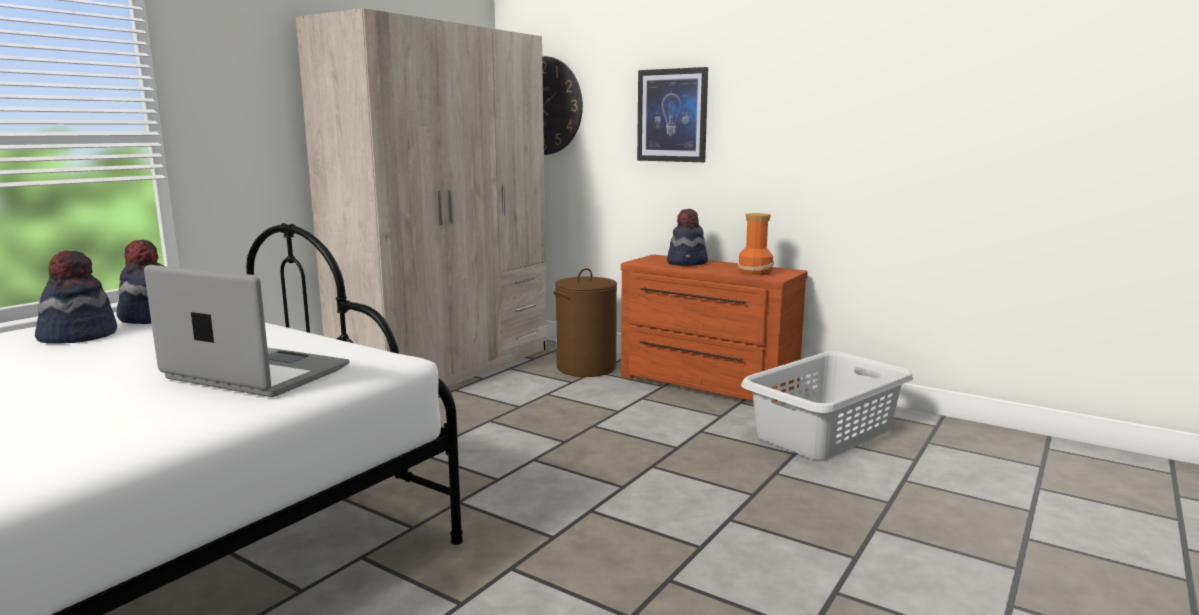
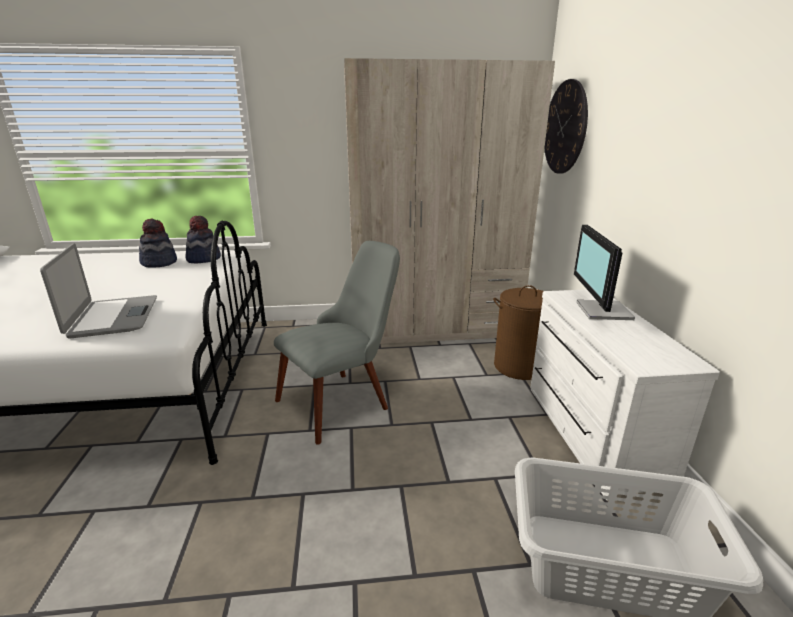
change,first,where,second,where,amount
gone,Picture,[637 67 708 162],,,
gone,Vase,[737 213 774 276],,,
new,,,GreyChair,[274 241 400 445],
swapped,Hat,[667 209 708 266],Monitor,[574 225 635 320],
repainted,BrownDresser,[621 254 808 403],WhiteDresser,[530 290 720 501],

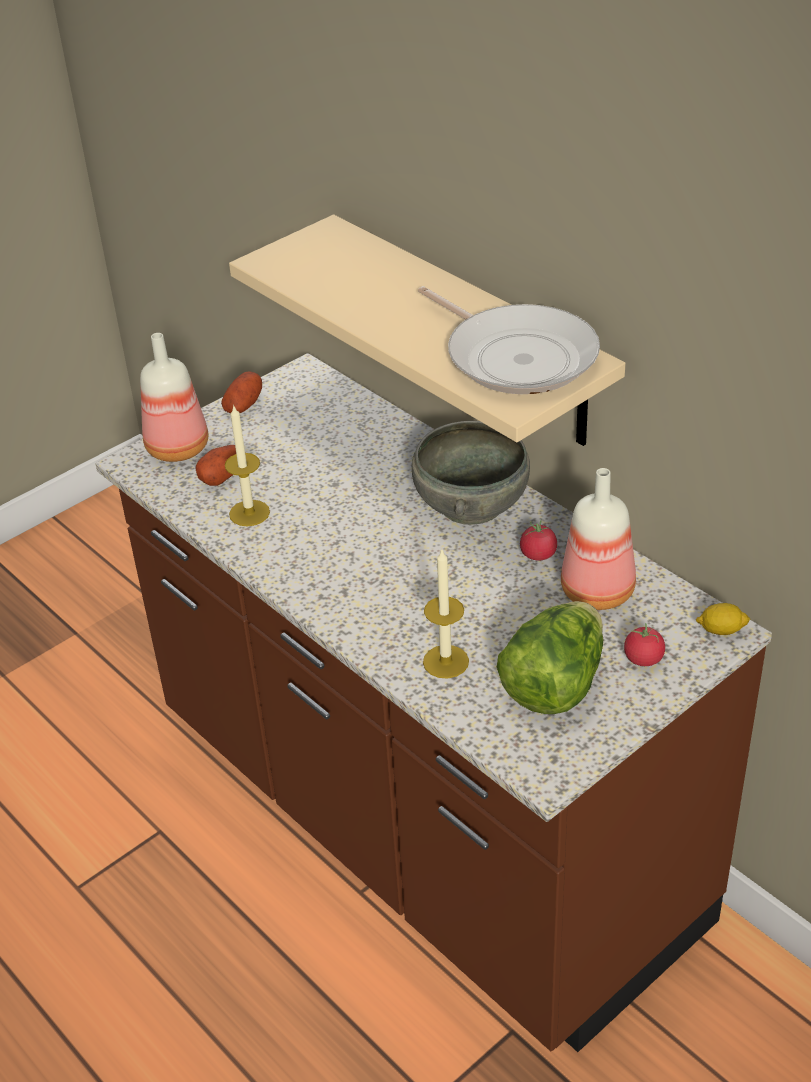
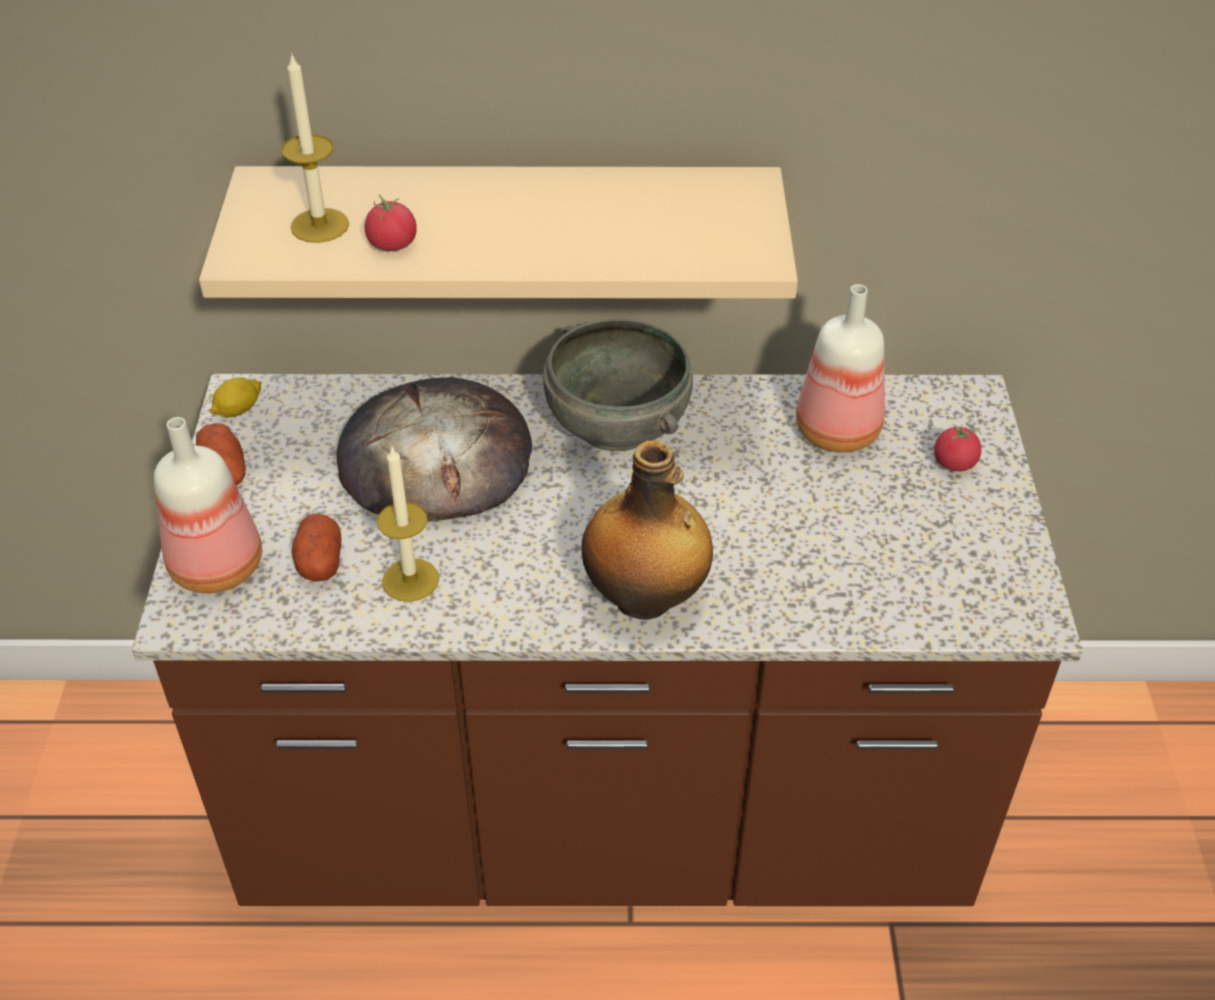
change,first,where,second,where,amount
gone,FryingPan,[418 286 600 394],,,
gone,Lettuce,[497 601 603 714],,,
new,,,Bread,[337 377 532 521],
new,,,Bottle,[581 440 713 620],
shifted,Candle,[423 548 469 679],,[281 52 349 243],
shifted,Tomato,[520 519 557 561],,[365 195 417 251],
shifted,Lemon,[696 603 750 635],,[210 377 261 418],

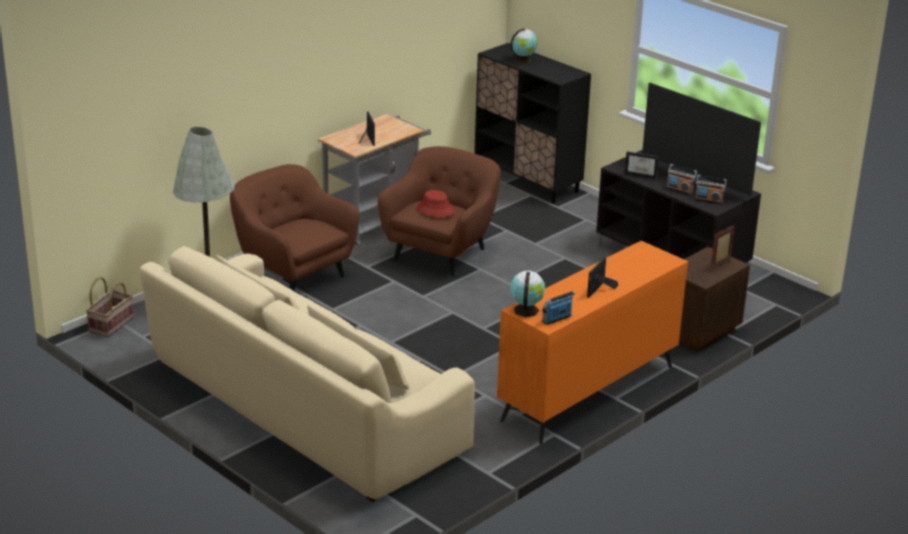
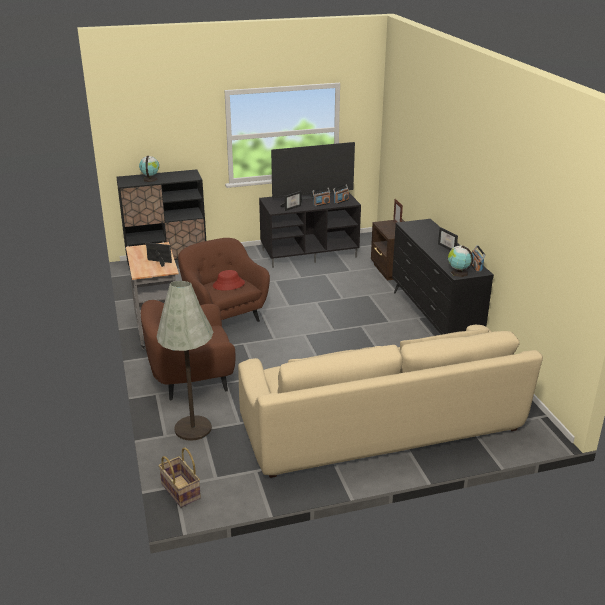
change,first,where,second,where,amount
repainted,OrangeDresser,[497 241 688 445],BlackDresser,[392 219 494 335],

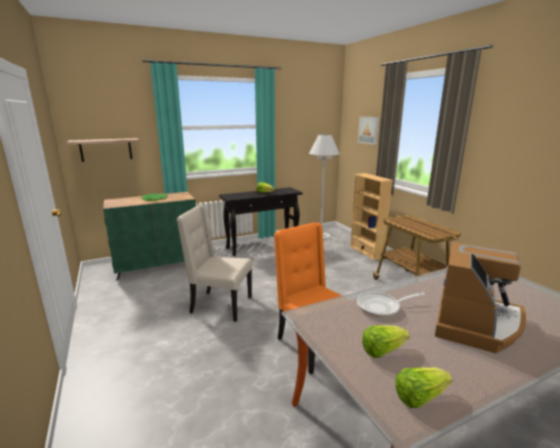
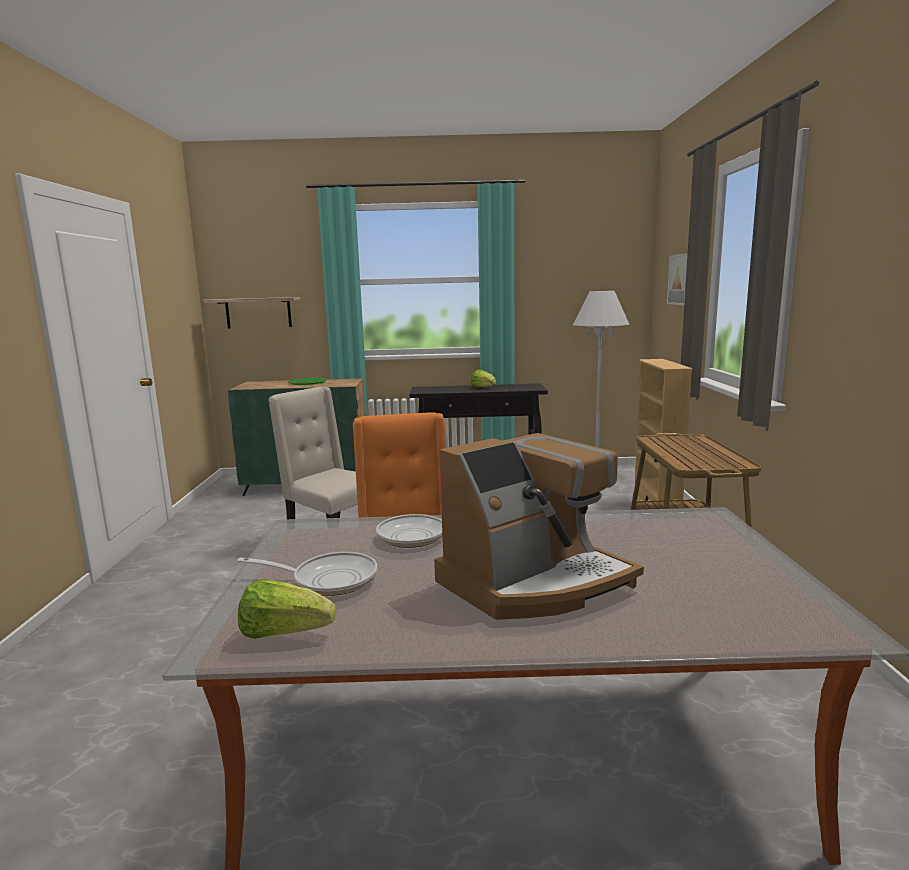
change,first,where,second,where,amount
swapped,Lettuce,[362 325 410 358],FryingPan,[237 552 378 596],

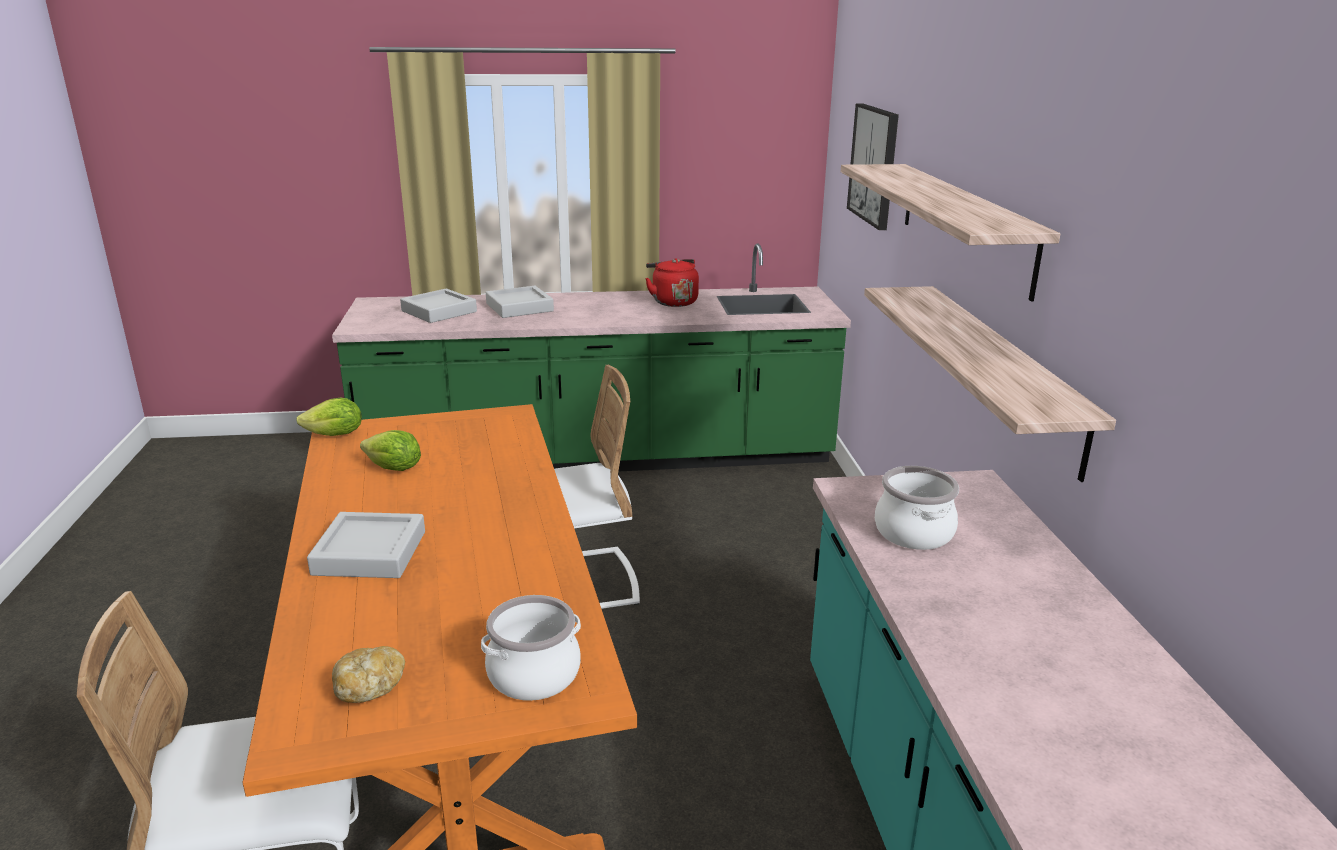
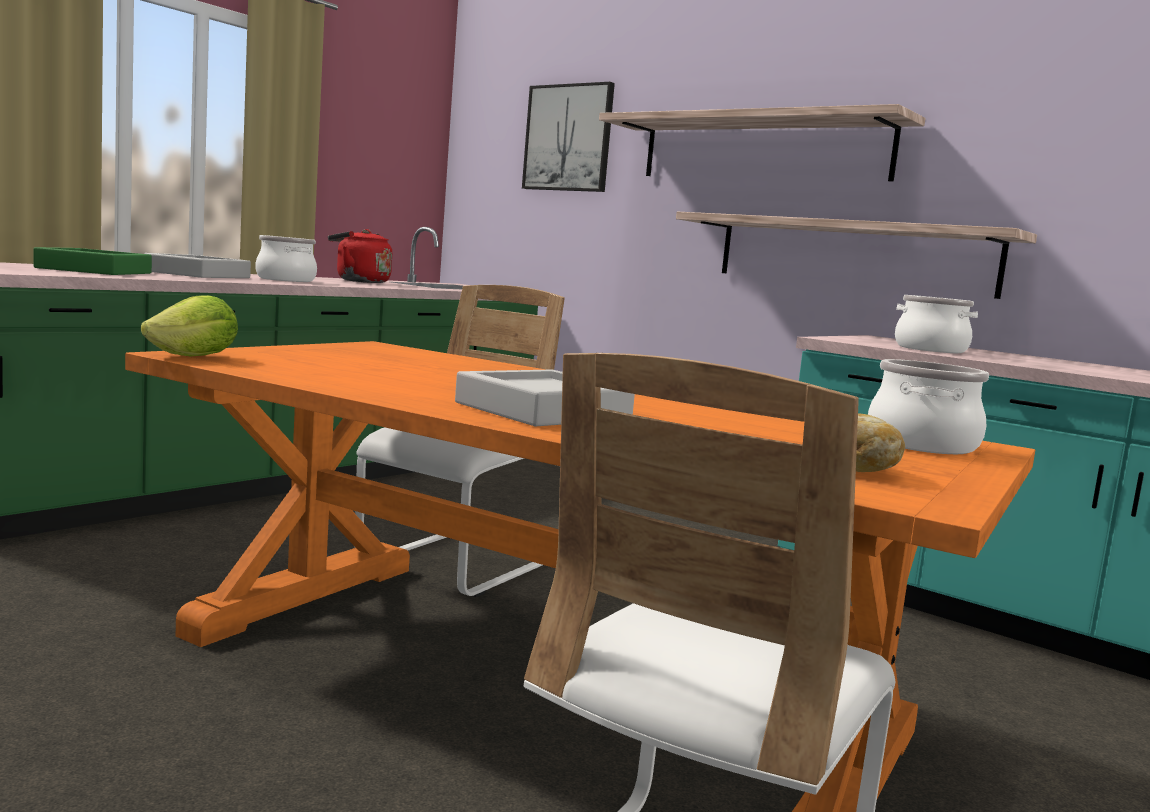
change,first,where,second,where,amount
gone,Lettuce,[360 430 421 471],,,
new,,,CookingPot,[255 235 317 282],
repainted,GreyTray,[400 289 477 323],GreenTray,[34 247 152 275],

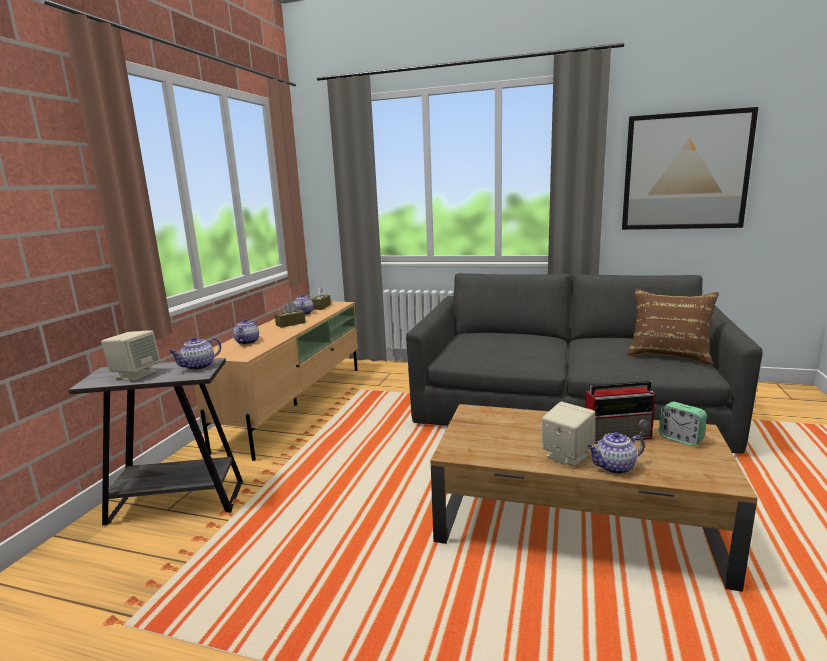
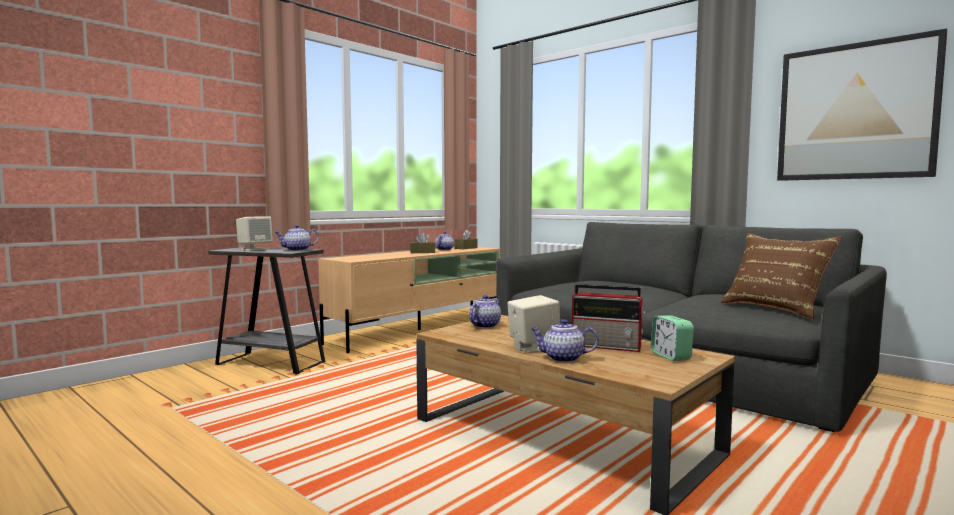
change,first,where,second,where,amount
shifted,Teapot,[233 319 259 345],,[469 295 501 328],

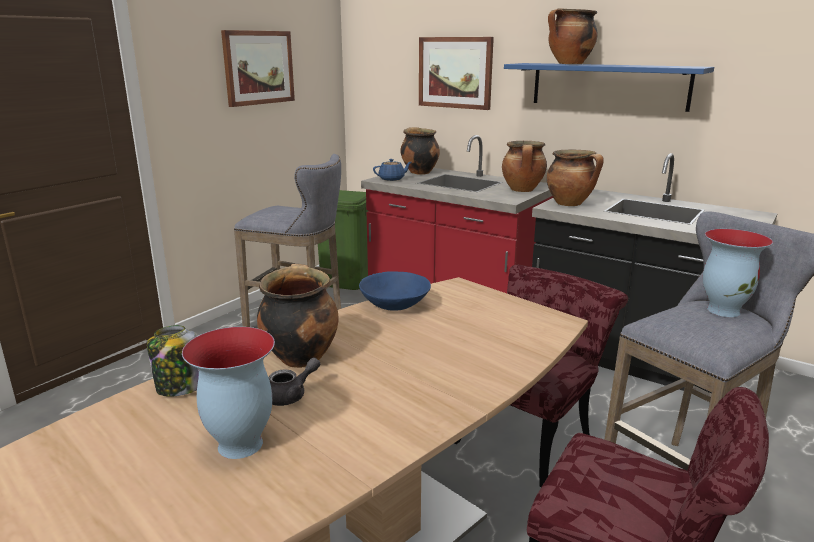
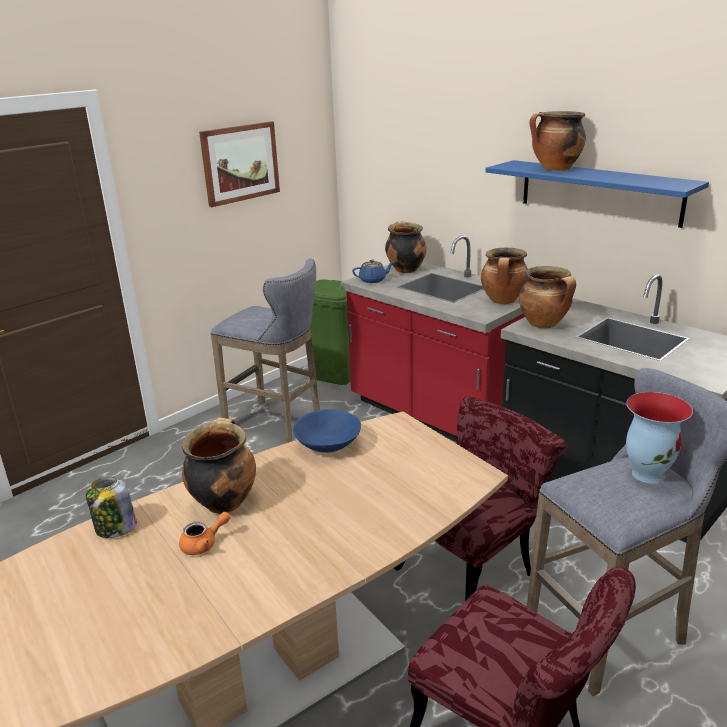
change,first,where,second,where,amount
gone,Vase,[182 327 275 459],,,
gone,Picture,[419 37 494 110],,,
repainted,GreyTeapot,[269 357 320 406],OrangeTeapot,[179 512 230 555],

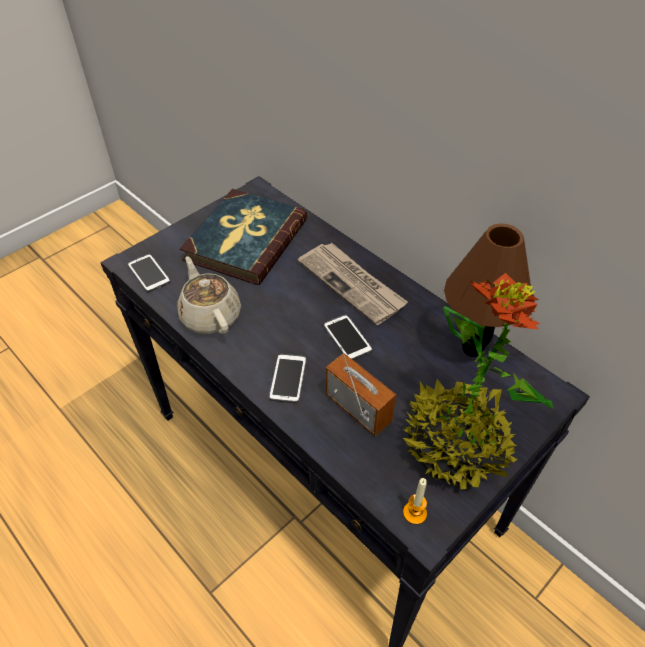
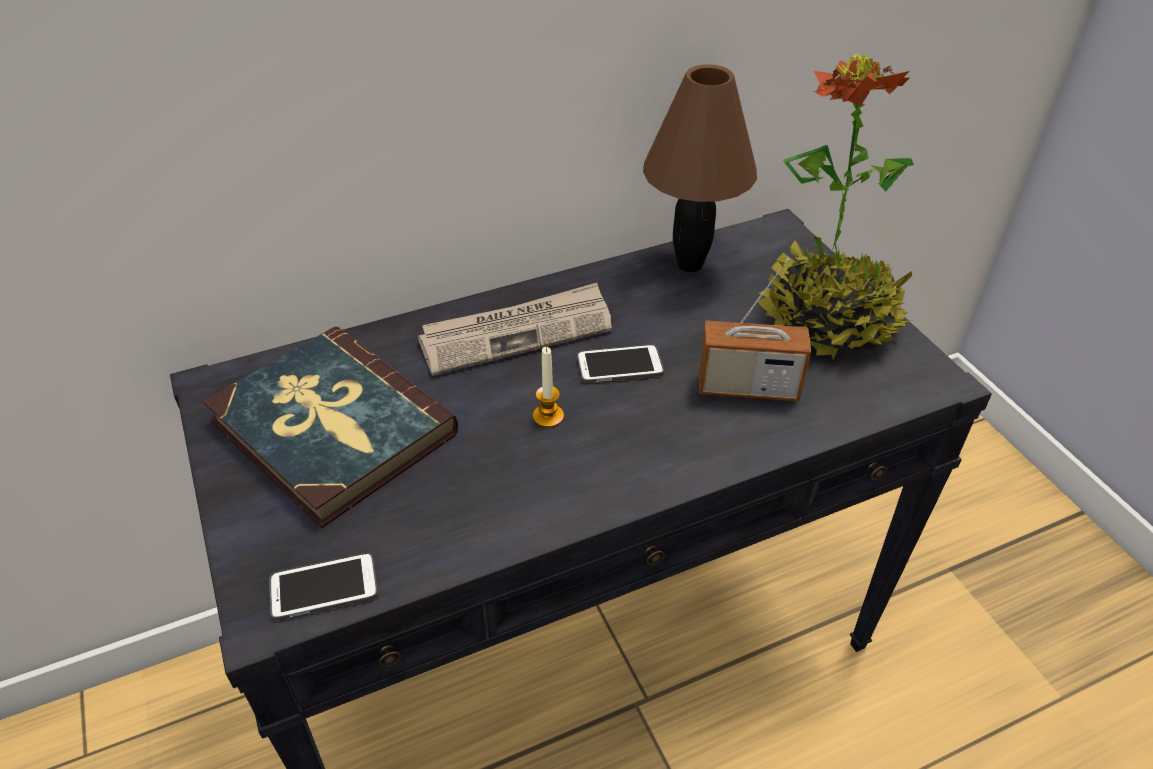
change,first,where,second,where,amount
gone,BeigeTeapot,[177 256 241 334],,,
gone,Phone,[269 354 306 403],,,
shifted,Candle,[403 478 427 525],,[533 347 564 428],
rotated,Radio,[326 346 396 436],,[699 258 811 401],150 degrees counterclockwise

